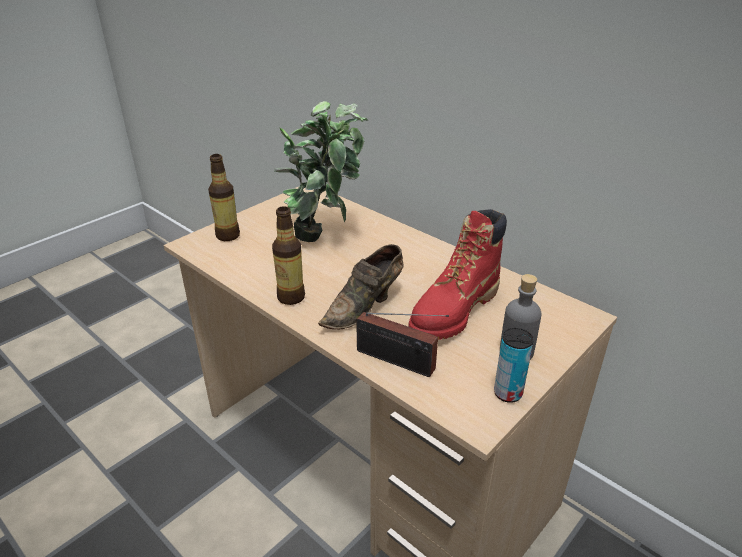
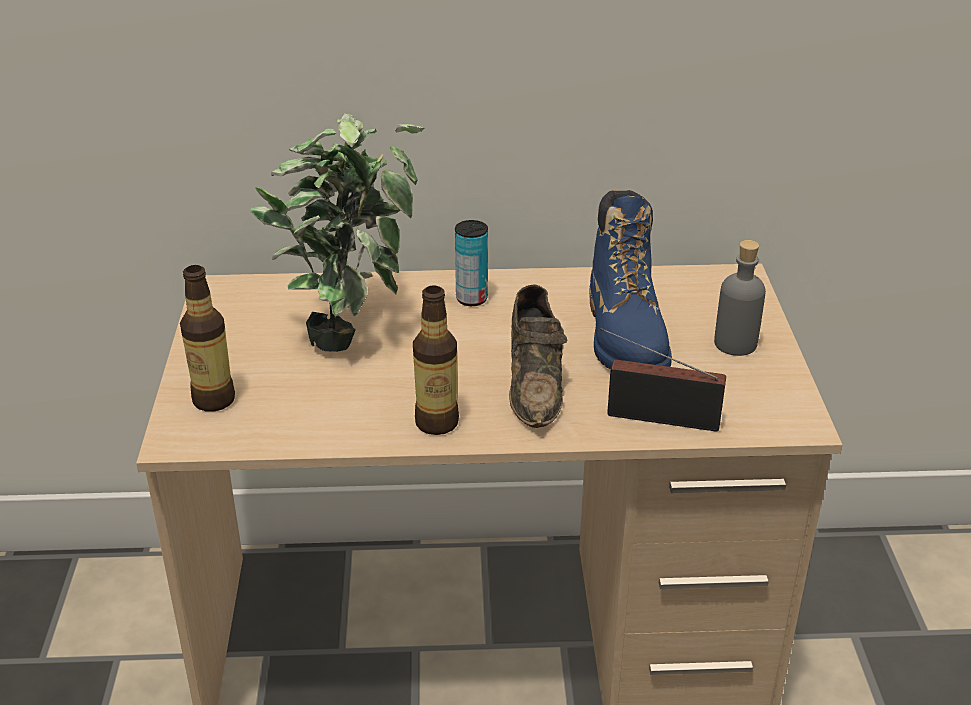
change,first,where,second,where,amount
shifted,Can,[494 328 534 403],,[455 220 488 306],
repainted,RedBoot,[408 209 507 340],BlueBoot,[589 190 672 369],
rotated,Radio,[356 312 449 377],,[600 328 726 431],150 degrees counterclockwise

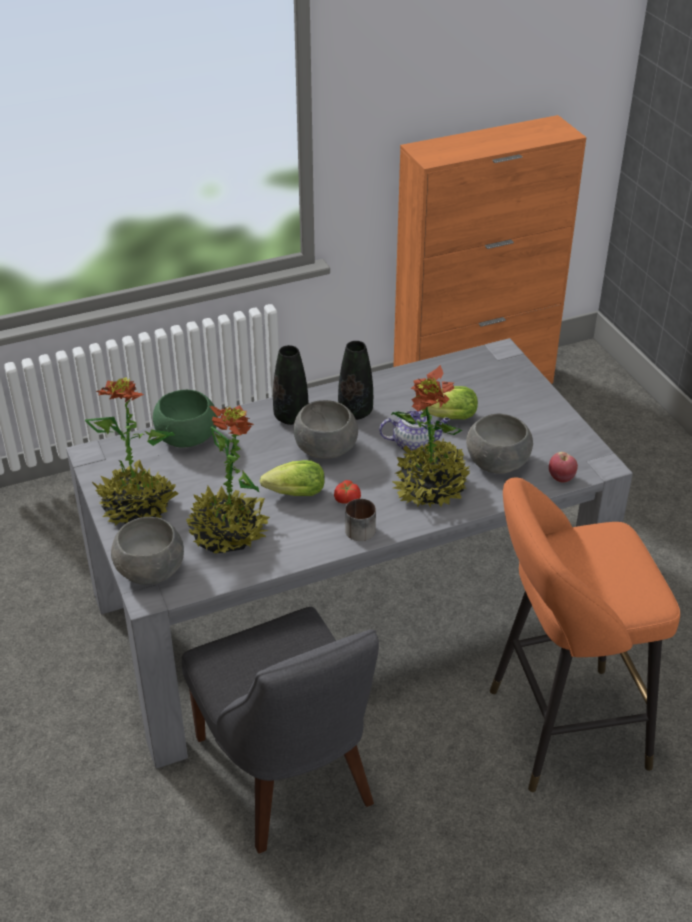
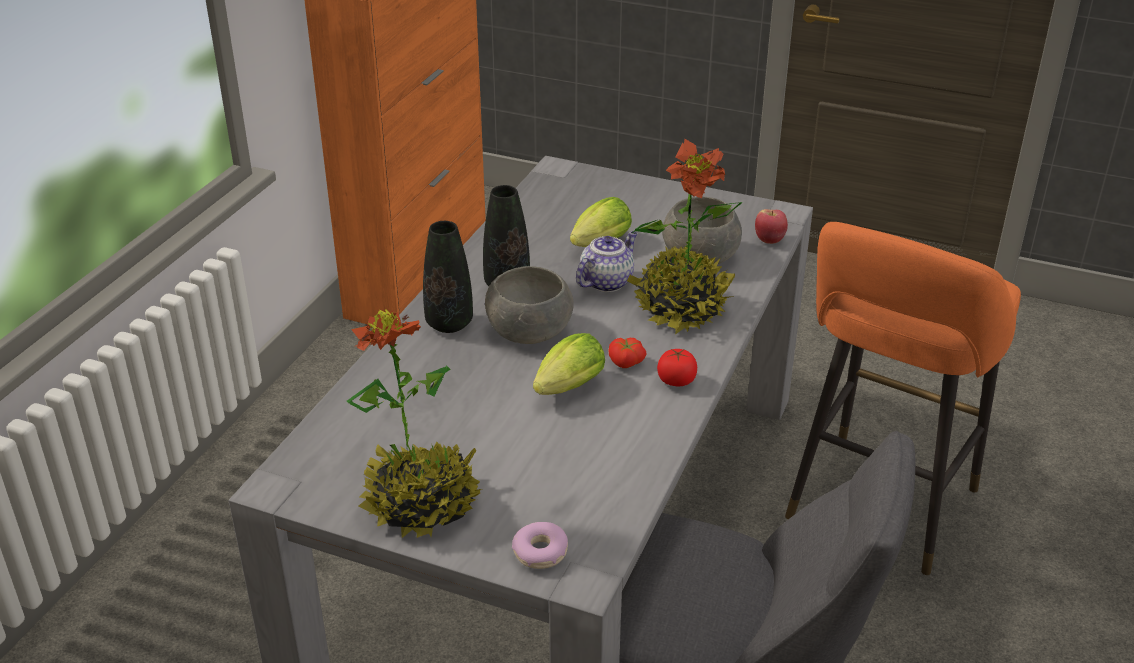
change,first,where,second,where,amount
gone,GreenBowl,[153 390 218 448],,,
gone,PottedPlant,[186 405 270 554],,,
swapped,GreyBowl,[111 517 184 585],Donut,[512 522 568 569],
swapped,Mug,[345 499 376 541],Tomato,[657 348 697 386],

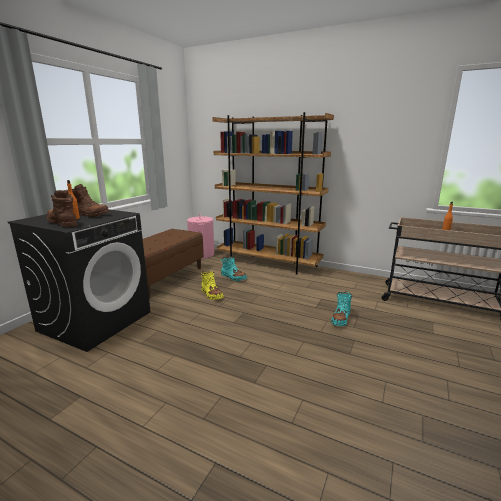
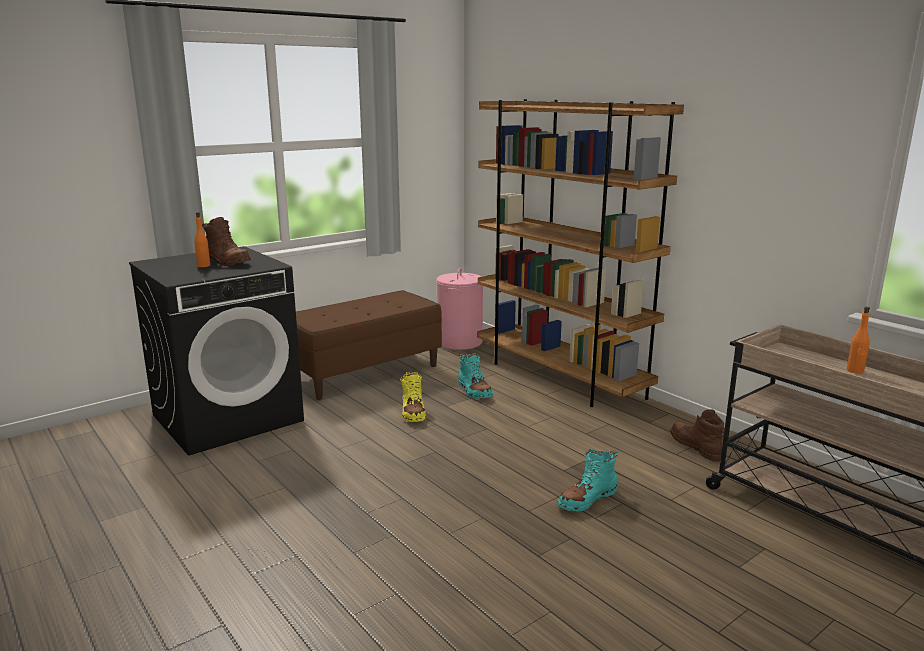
change,first,where,second,where,amount
shifted,BrownBoot,[47 190 78 227],,[670 409 725 461],

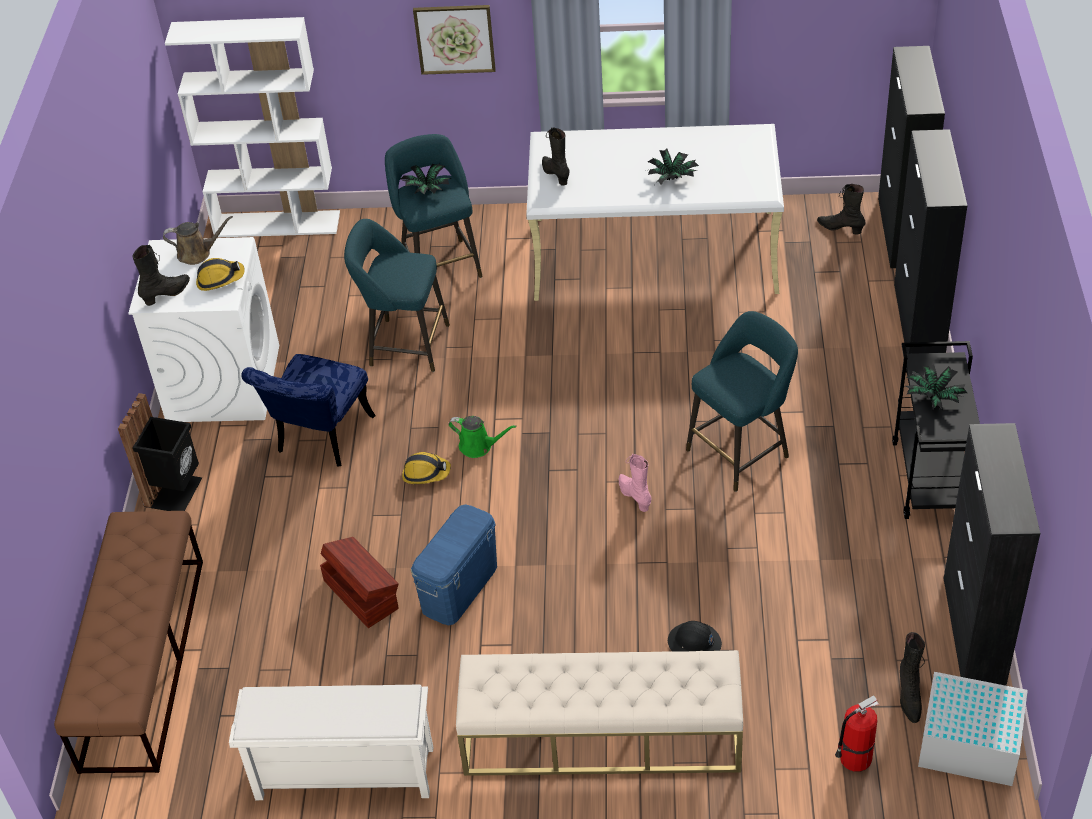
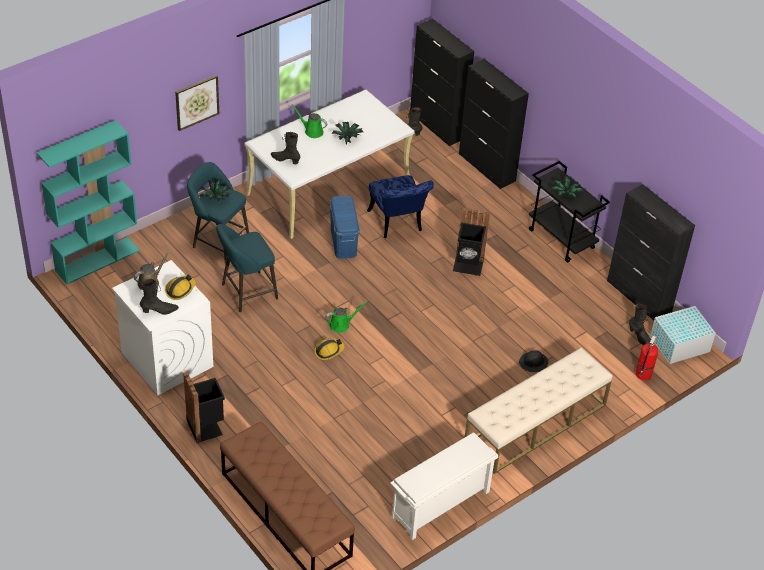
change,first,where,second,where,amount
gone,BrownStorageBox,[320 537 399 628],,,
gone,PinkBoot,[619 454 651 512],,,
new,,,GreenWateringCan,[292 104 327 138],
shifted,BlueChair,[241 354 376 467],,[367 175 434 238],
shifted,BlueStorageBox,[411 504 497 625],,[330 196 359 259],
swapped,TurquoiseStool,[686 311 798 492],BlackTrashCan,[453 208 490 276],
repainted,WhiteBookcase,[165 17 340 238],TurquoiseBookcase,[37 120 140 285],
rotated,BlackBoot,[133 245 190 306],,[140 279 179 315],75 degrees clockwise

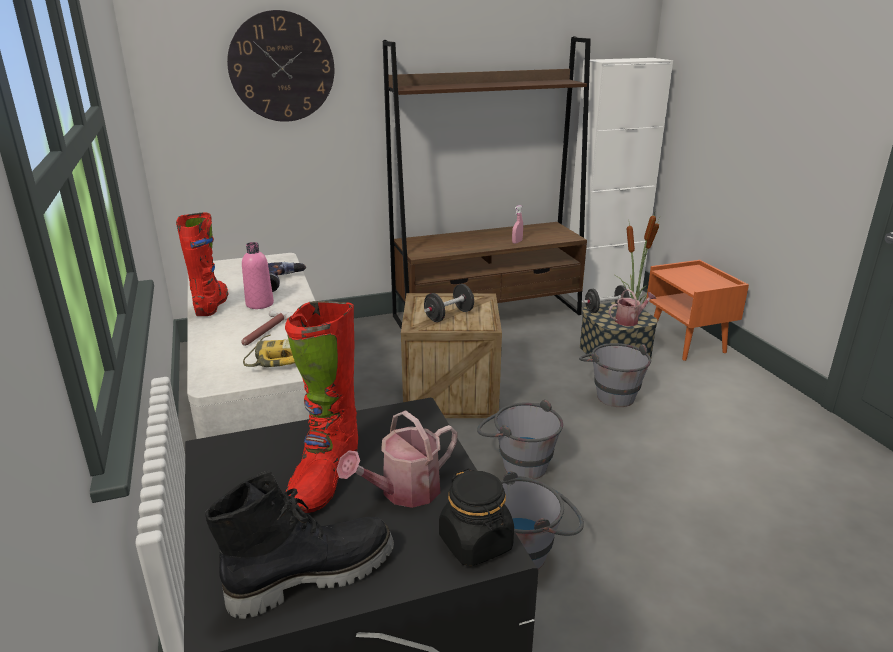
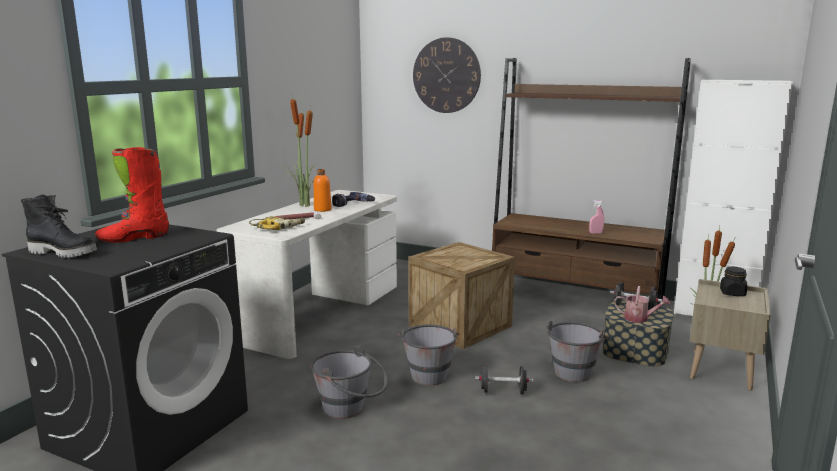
change,first,where,second,where,amount
gone,WateringCan,[336 410 458 508],,,
shifted,BlackDumbbell,[424 284 474 322],,[475 365 533 394],
shifted,BlackJar,[439 468 514 566],,[720 266 747 296],
swapped,RedBoot,[176 212 228 316],PottedPlant,[282 92 315 207],
repainted,PinkBottle,[242 242 274 309],OrangeBottle,[314 169 332 212],
repainted,OrangeNightstand,[646 260 749 361],BeigeNightstand,[690 279 771 391],

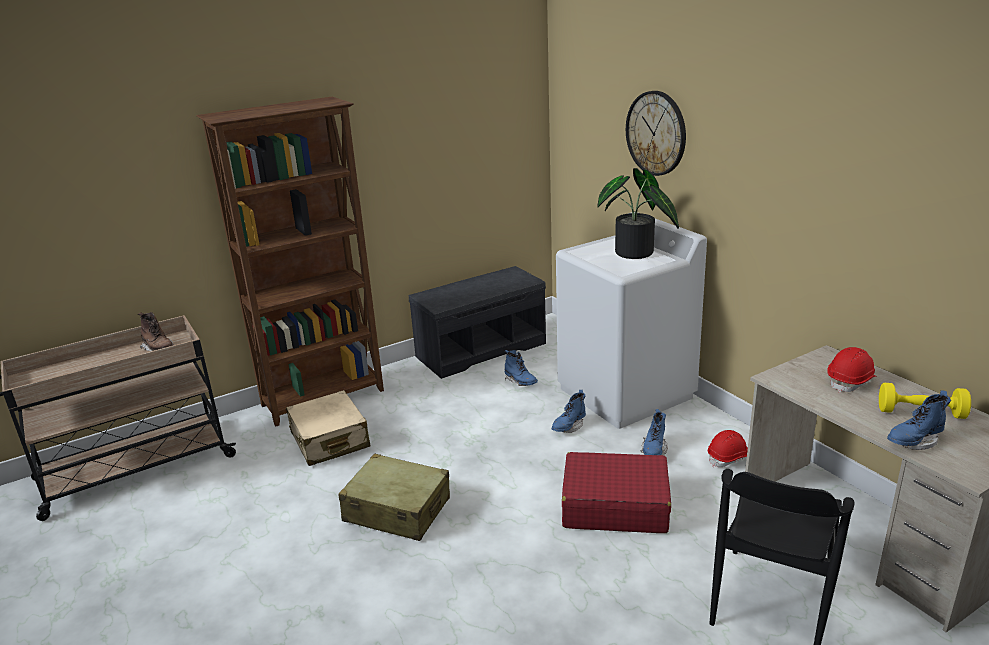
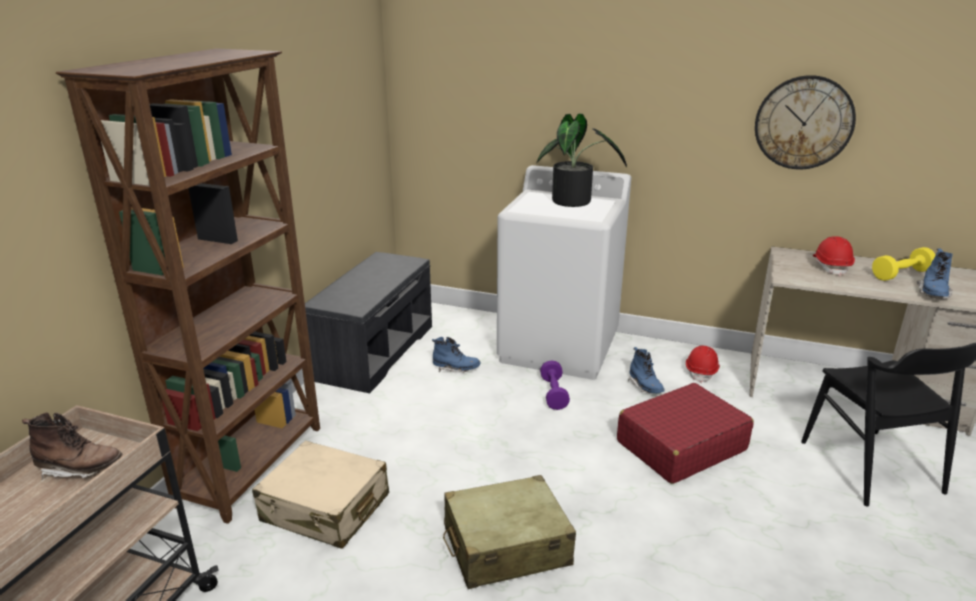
change,first,where,second,where,amount
shifted,WallClock,[626 91 686 176],,[755 75 856 170],
swapped,BlueBoot,[552 390 586 433],PurpleDumbbell,[540 361 570 410],

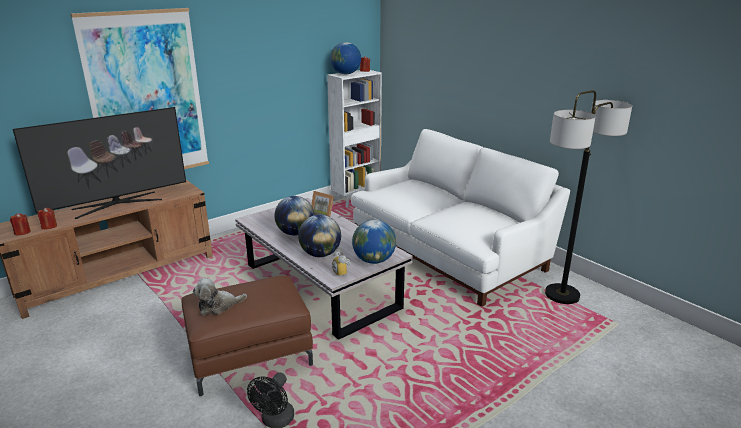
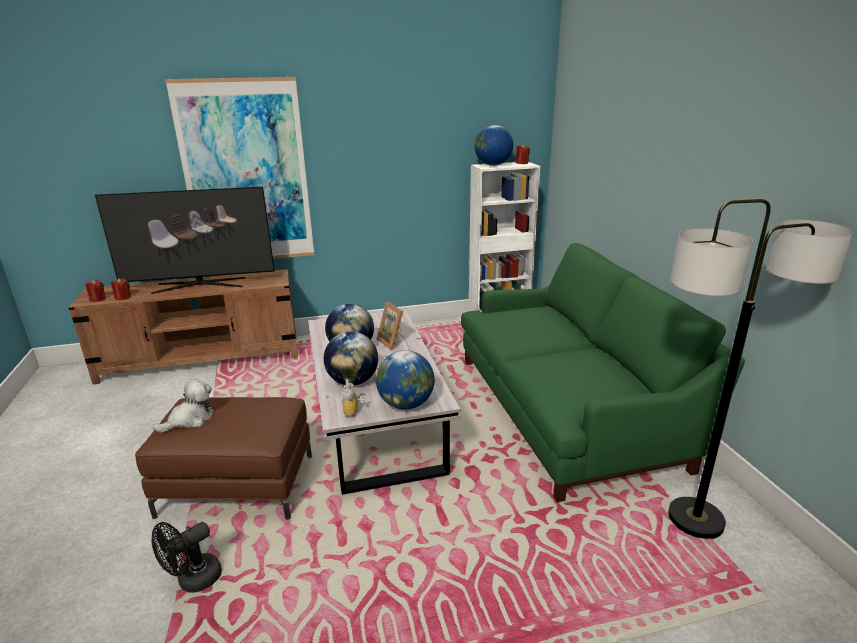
change,first,where,second,where,amount
repainted,WhiteSofa,[351 129 570 307],GreenSofa,[461 243 745 502],
rotated,PlushToy,[193 278 247 315],,[153 379 214 432],135 degrees clockwise

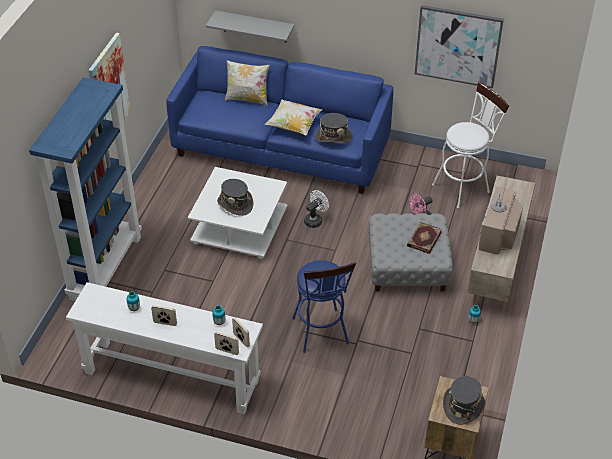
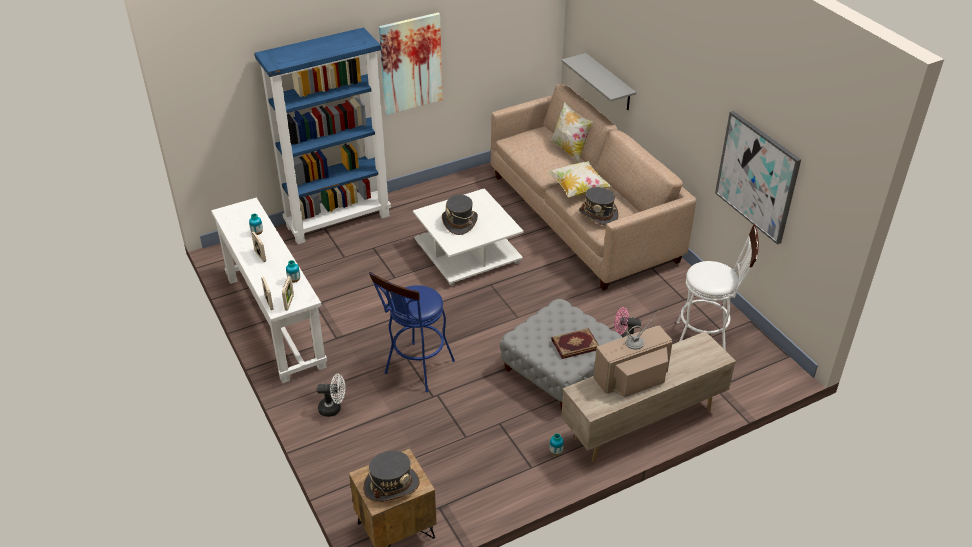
change,first,where,second,where,amount
shifted,WhiteFan,[304 190 329 228],,[317 374 345 417],
repainted,BlueSofa,[166 46 393 194],BeigeSofa,[491 84 696 291],

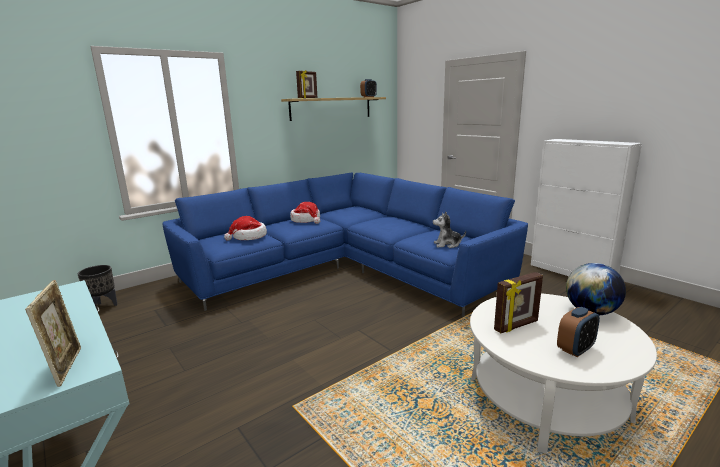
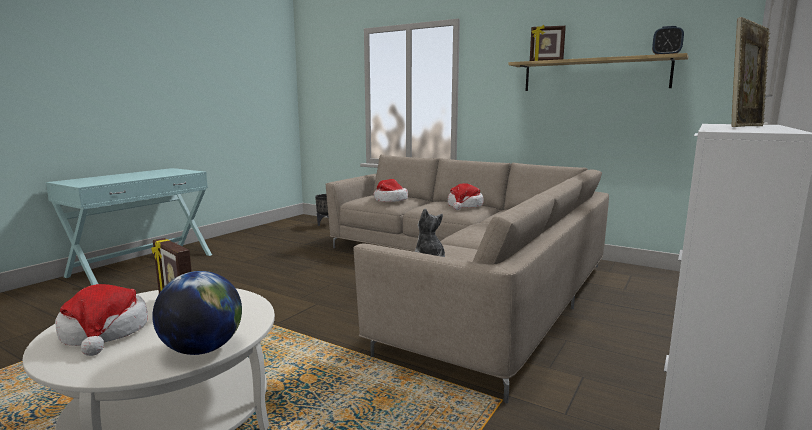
change,first,where,second,where,amount
shifted,PictureFrame,[25 280 81 387],,[732 17 770 127],
swapped,AlarmClock,[557 307 600 357],Hat,[55 284 148 356],
repainted,BlueSofa,[162 172 528 317],BeigeSofa,[326 155 609 404],

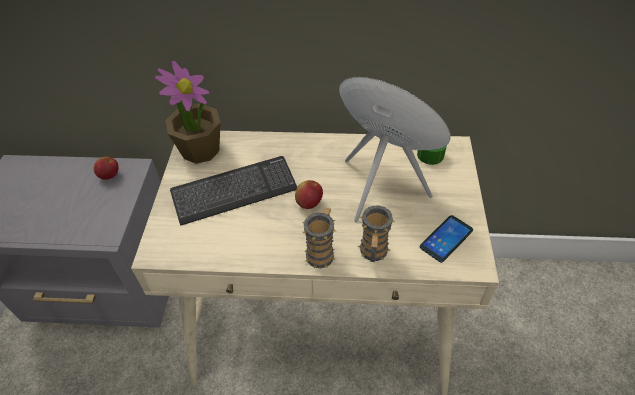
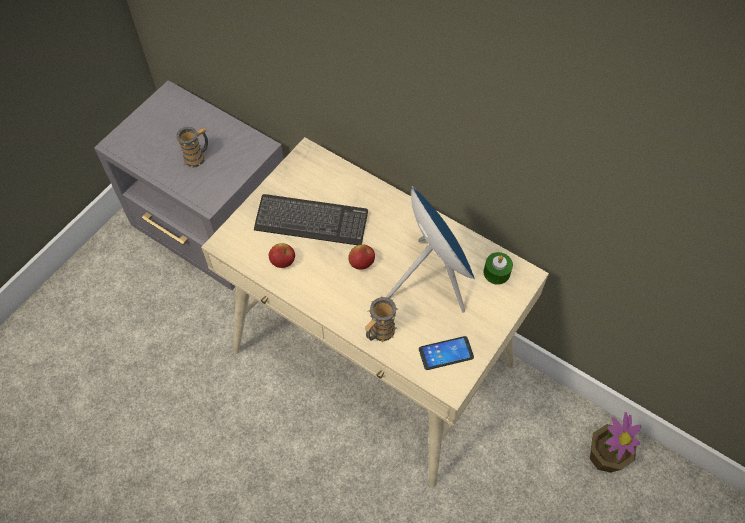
change,first,where,second,where,amount
shifted,Apple,[94 157 119 180],,[269 243 295 268],
shifted,PottedPlant,[155 61 221 164],,[590 412 641 473],
shifted,Mug,[302 208 336 269],,[175 127 208 168],

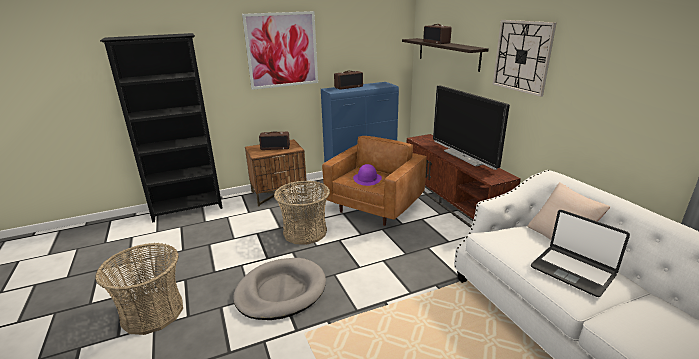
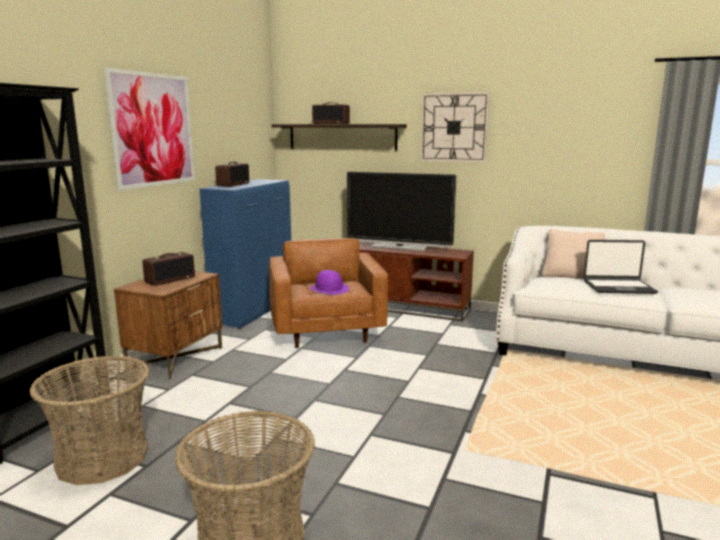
change,first,where,second,where,amount
gone,GreyDogBed,[233 258 326 320],,,
shifted,Basket,[274 181 330 245],,[30 356 149 485],

